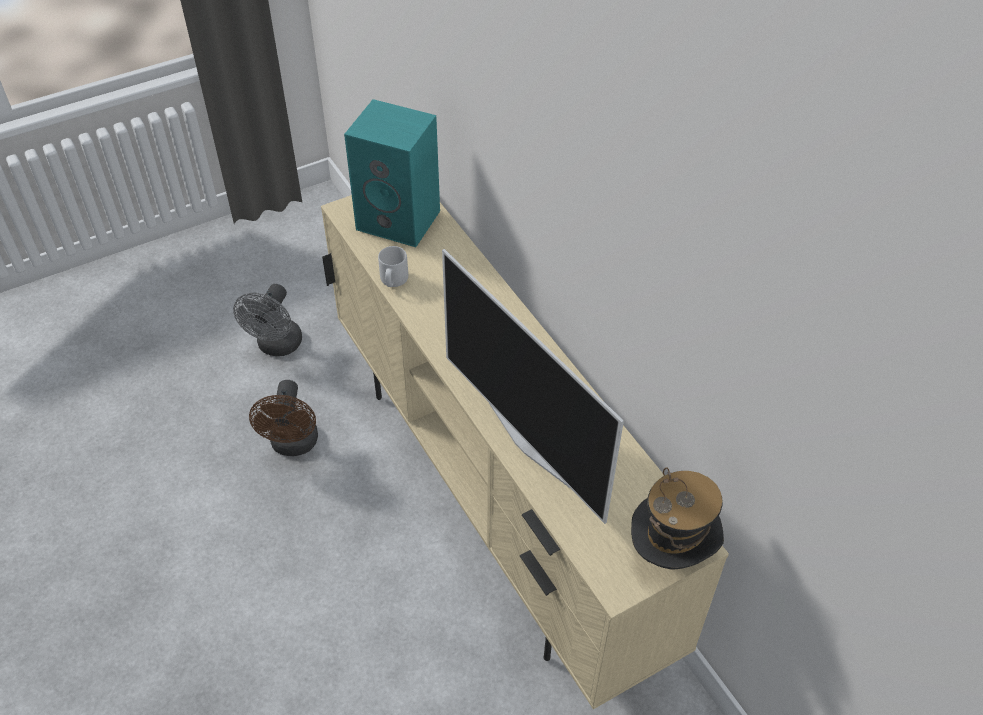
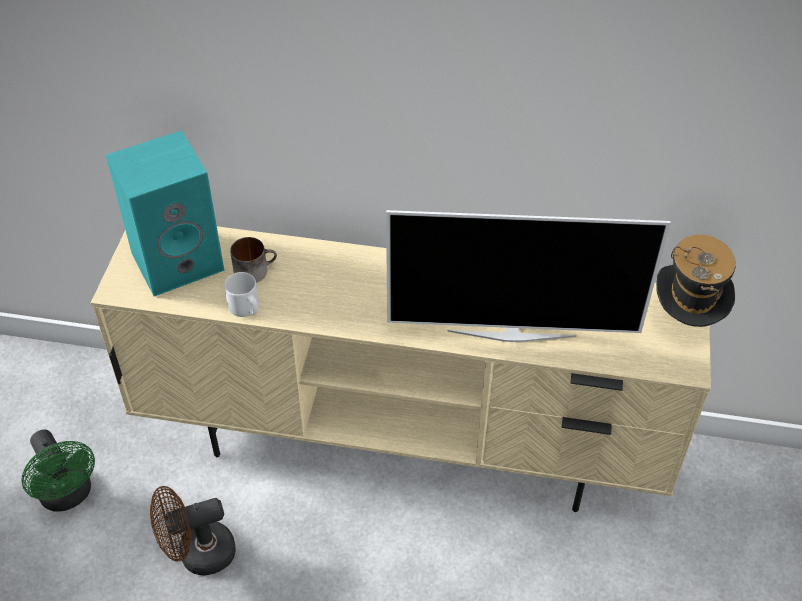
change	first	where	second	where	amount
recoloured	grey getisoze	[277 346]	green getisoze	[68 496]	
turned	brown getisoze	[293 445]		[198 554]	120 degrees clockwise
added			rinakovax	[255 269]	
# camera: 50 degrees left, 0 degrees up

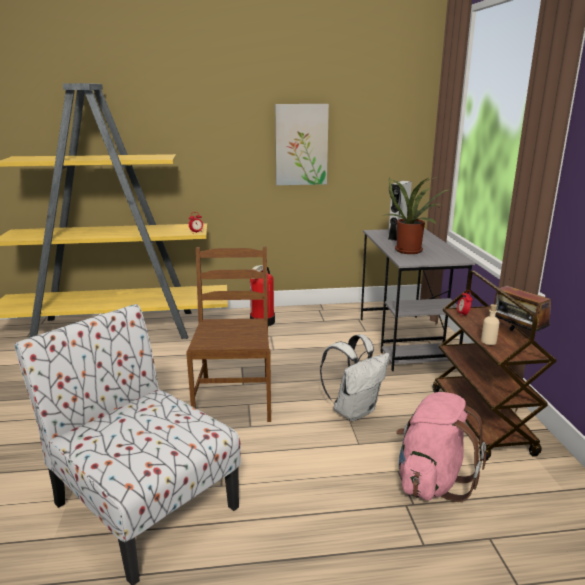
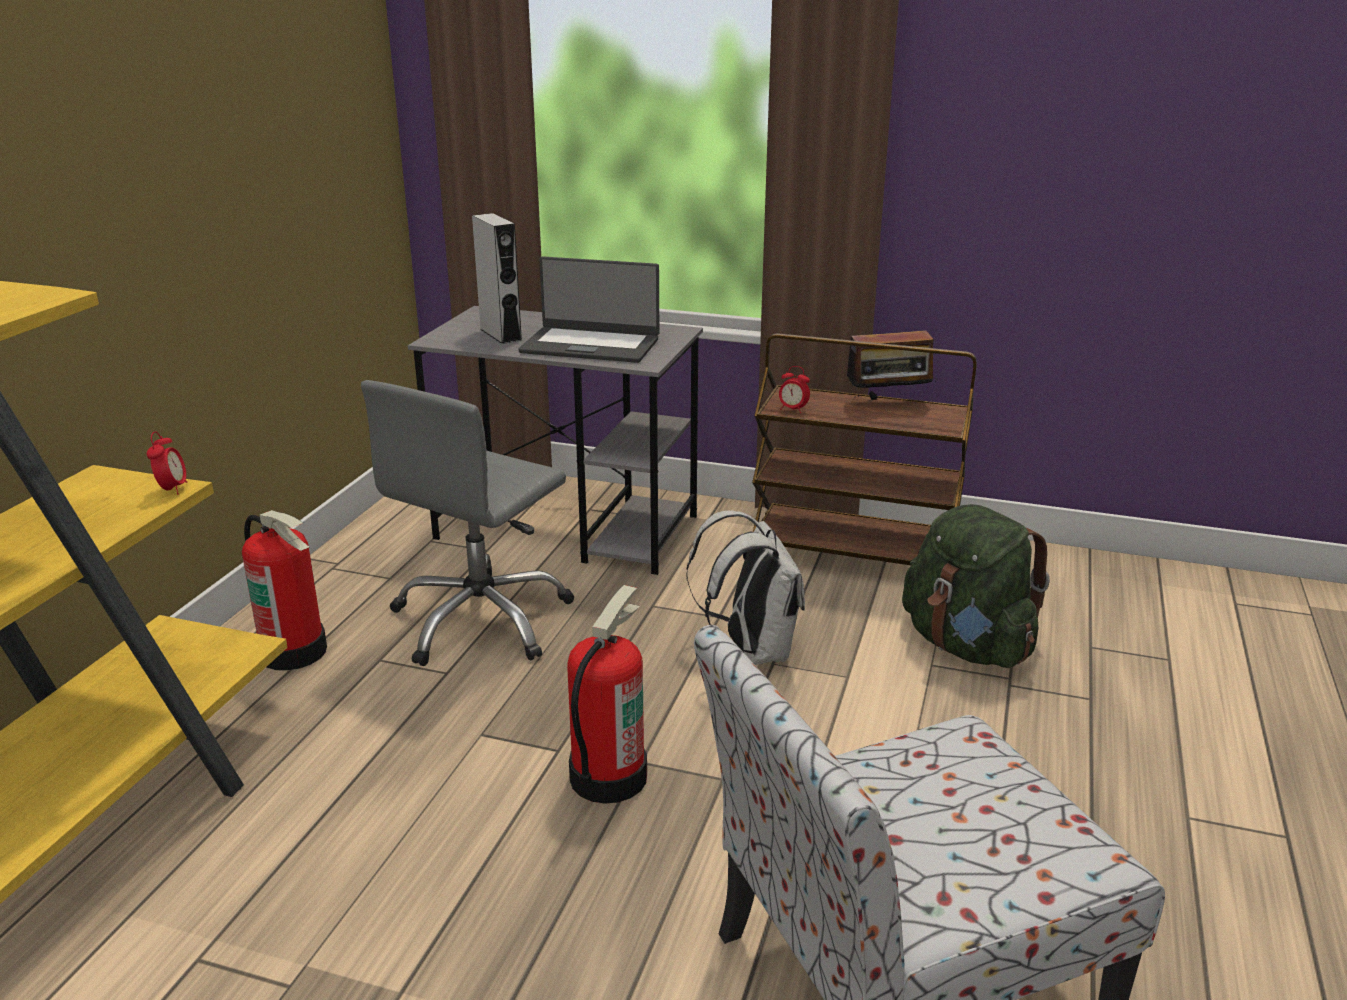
change	first	where	second	where	amount
removed	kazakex	[301 145]			
replaced	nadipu	[411 250]	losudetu	[590 345]	
replaced	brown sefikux	[234 399]	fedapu	[607 776]	
removed	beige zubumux	[488 341]			
recoloured	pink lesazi	[432 481]	green lesazi	[967 646]	
added			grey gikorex	[482 620]	
# camera: 65 degrees left, 5 degrees up

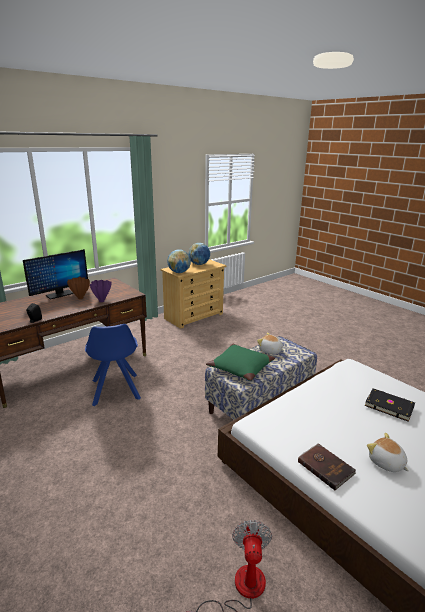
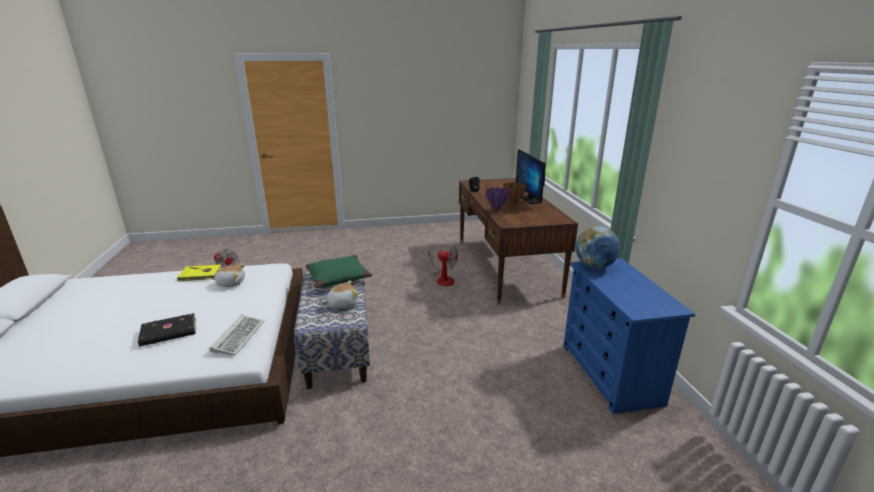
change	first	where	second	where	amount
removed	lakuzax	[199 264]			
recoloured	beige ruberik	[194 316]	blue ruberik	[610 374]	
replaced	blue sefikux	[115 390]	getisoze	[442 278]	
moved	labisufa	[386 463]		[231 283]	
recoloured	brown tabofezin	[326 467]	yellow tabofezin	[200 275]	
added			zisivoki	[238 336]	
# camera: 120 degrees right, 0 degrees up

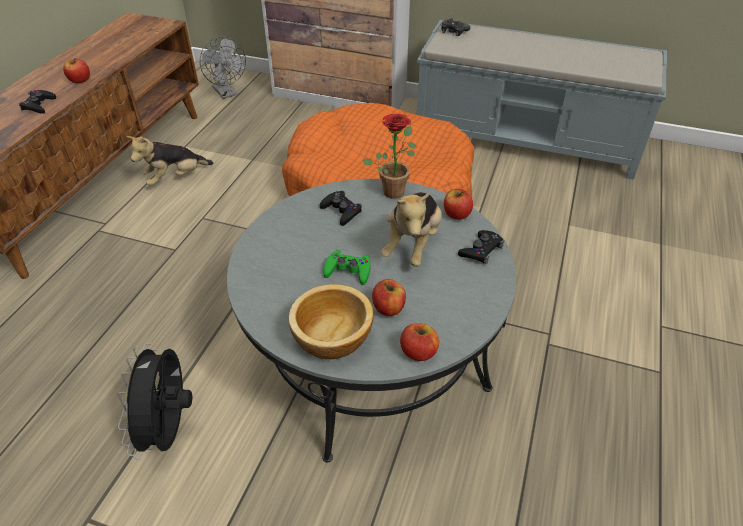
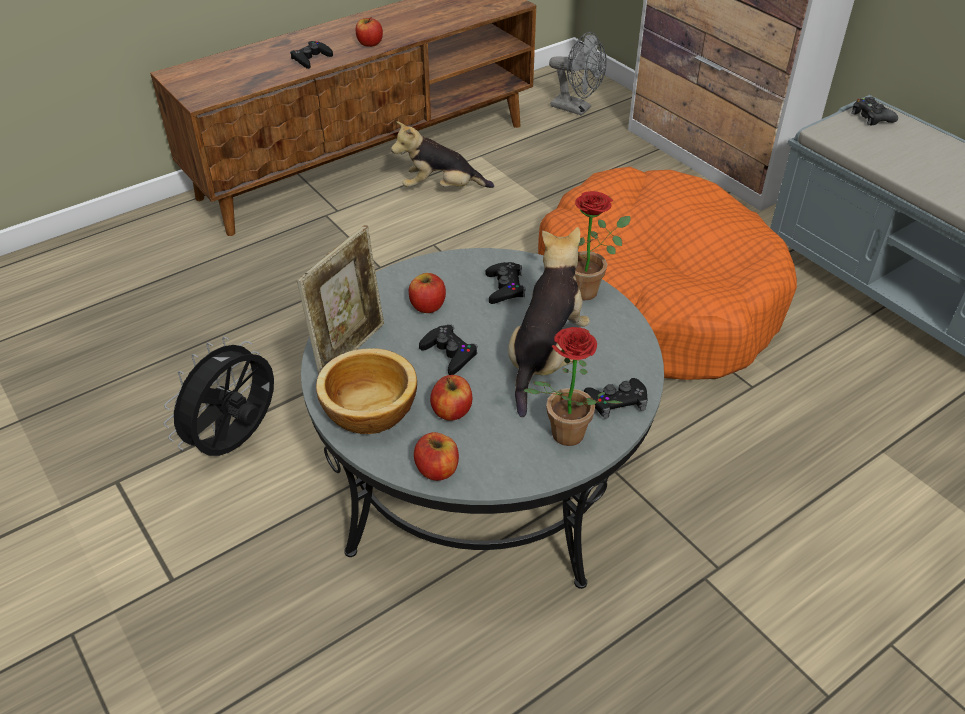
change	first	where	second	where	amount
turned	grey getisoze	[227 93]		[576 108]	60 degrees counterclockwise
moved	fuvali	[456 214]		[427 306]	
turned	labisufa	[413 244]		[545 358]	150 degrees clockwise
recoloured	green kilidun	[348 271]	black kilidun	[449 353]	
added			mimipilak	[350 349]	
added			nadipu	[563 438]	
# camera: 35 degrees right, 0 degrees up

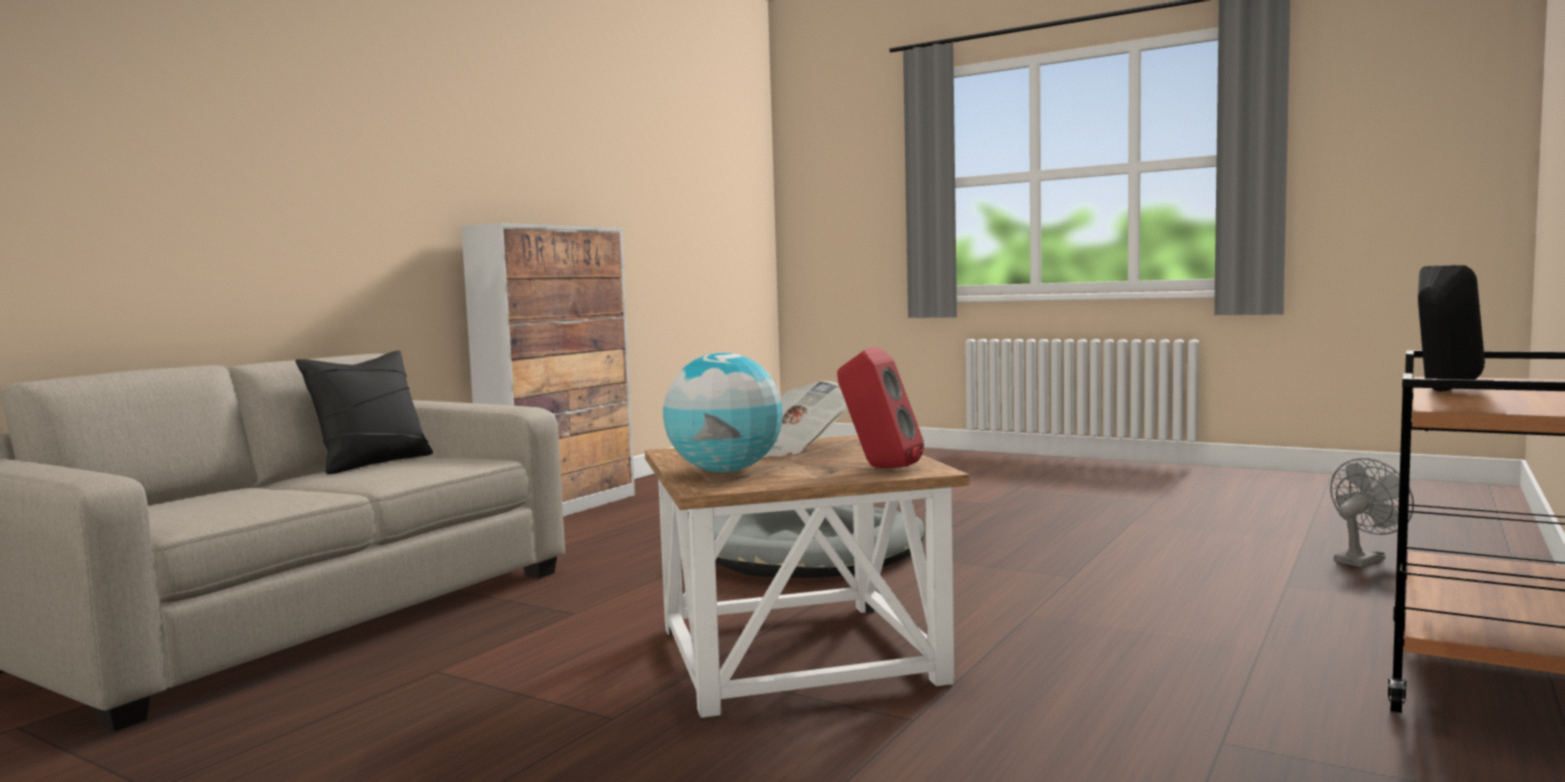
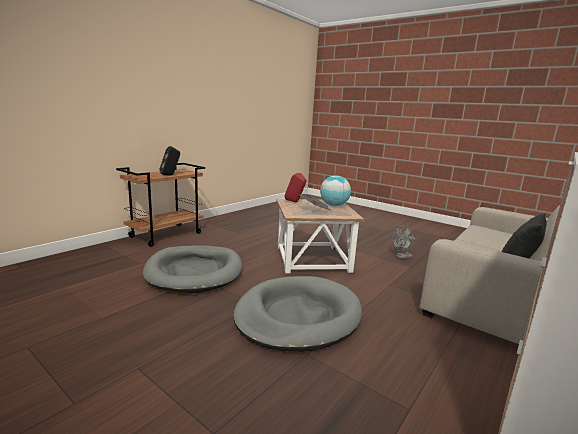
change	first	where	second	where	amount
moved	grey getisoze	[1362 559]		[401 257]	
added			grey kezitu	[195 271]	
# camera: 175 degrees left, 10 degrees up

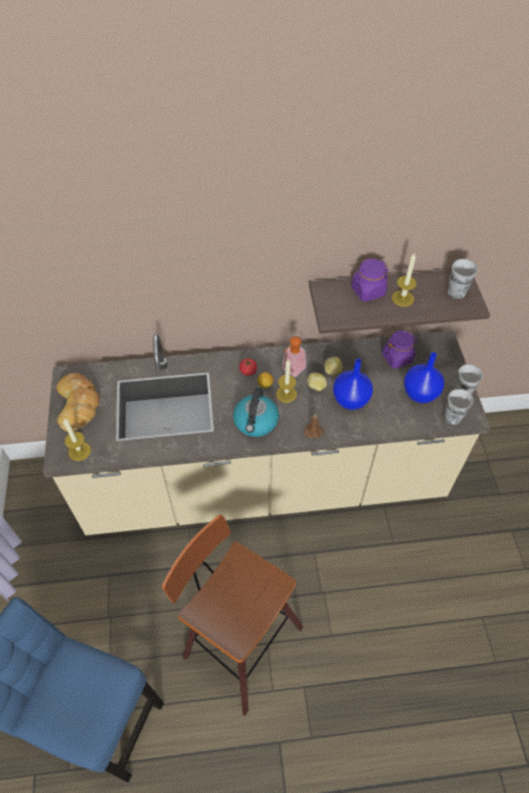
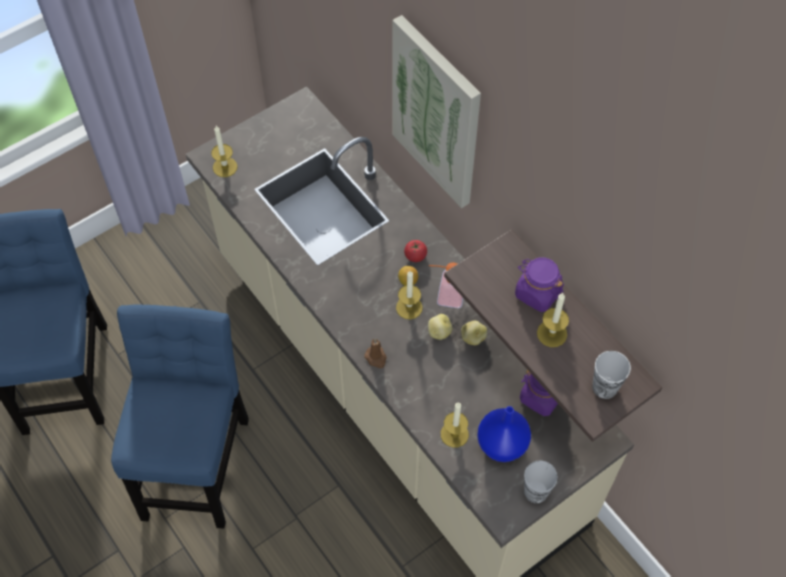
change	first	where	second	where	amount
removed	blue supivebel	[350 401]			
removed	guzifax	[78 404]			
removed	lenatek	[256 422]			
removed	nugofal	[452 417]			
replaced	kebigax	[238 643]	blue sefikux	[195 460]	
added			kazakex	[437 113]	
added			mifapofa	[454 434]	
# camera: 60 degrees right, 5 degrees up

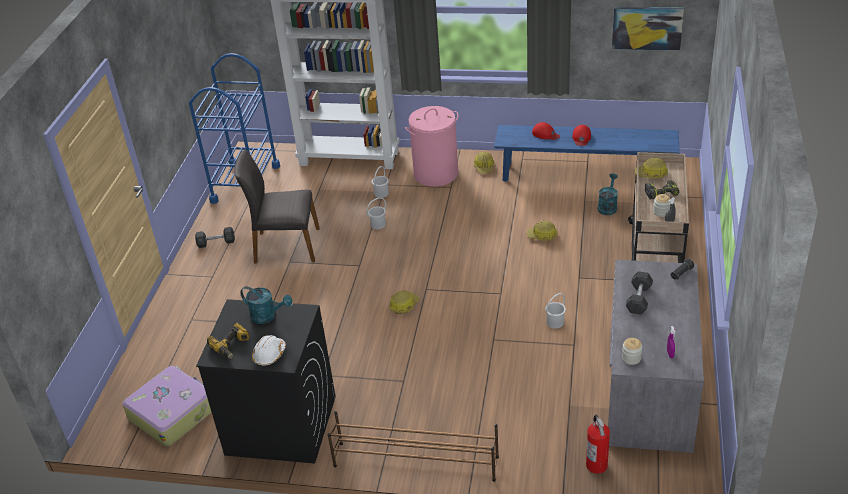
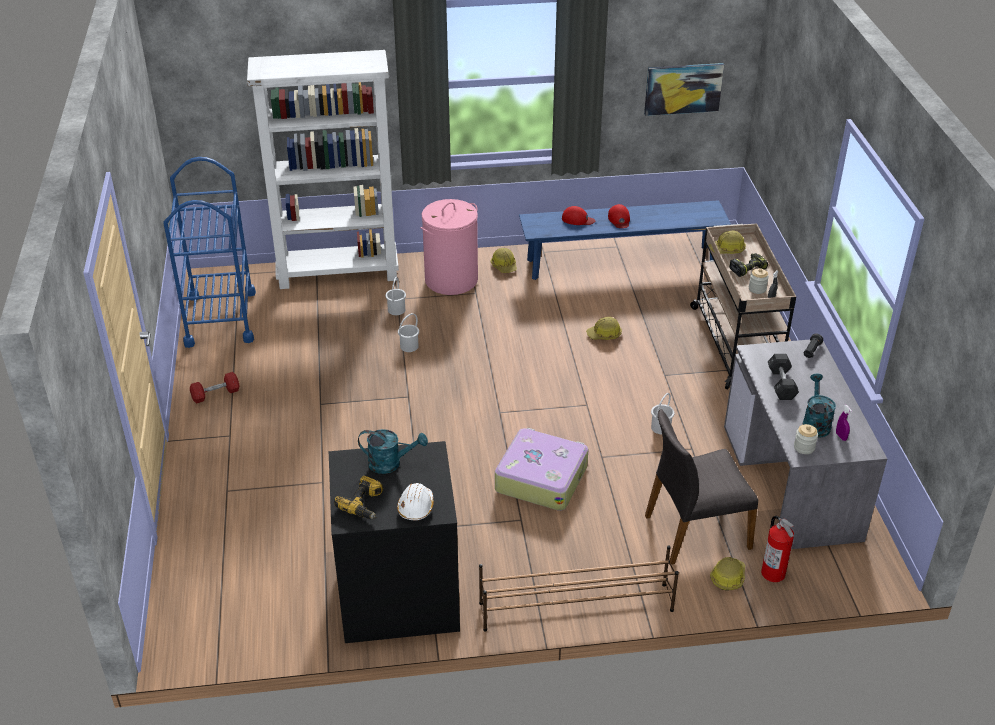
change	first	where	second	where	amount
moved	grey sefikux	[286 246]		[695 531]	
moved	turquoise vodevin	[607 206]		[815 423]	
recoloured	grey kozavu	[216 242]	red kozavu	[215 394]	
moved	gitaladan	[404 305]		[728 577]	
moved	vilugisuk	[173 412]		[541 478]	
# camera: 20 degrees left, 0 degrees up

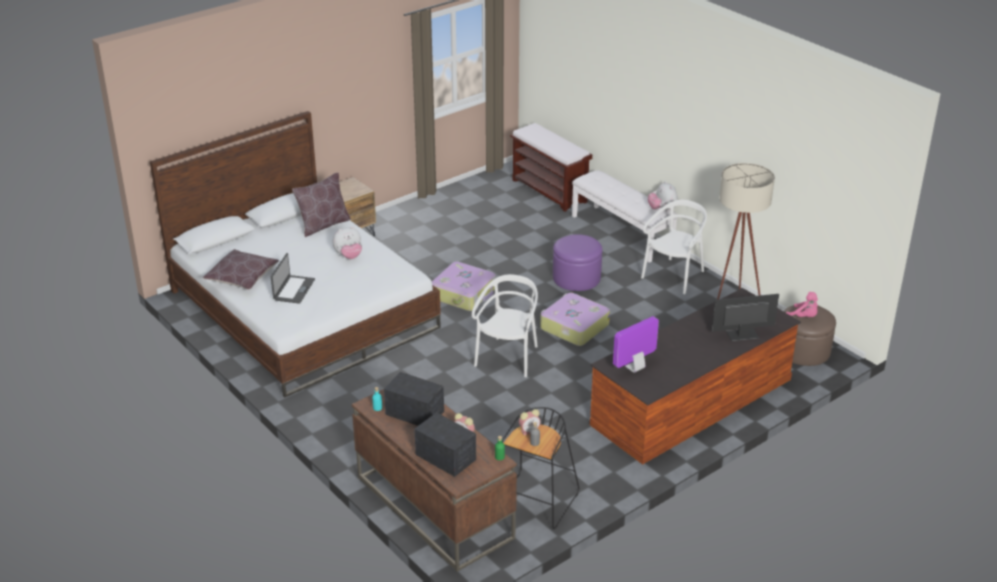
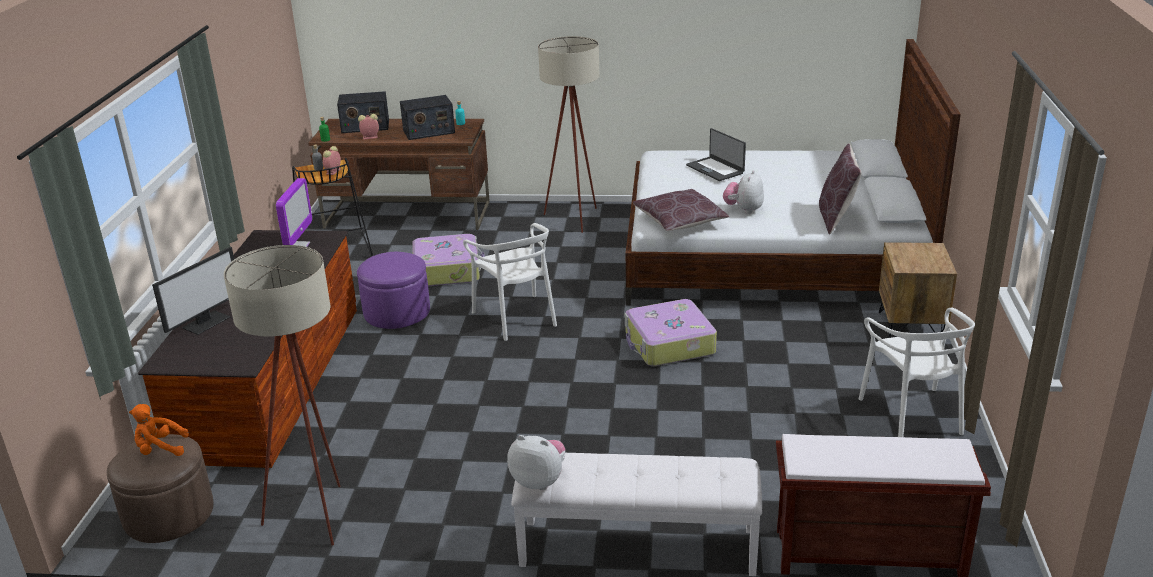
change	first	where	second	where	amount
moved	white sefikux	[674 276]		[912 415]	
moved	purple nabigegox	[576 278]		[397 312]	
moved	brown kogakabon	[242 277]		[680 221]	
recoloured	pink labisufa	[804 317]	orange labisufa	[160 449]	
moved	vilugisuk	[573 327]		[447 270]	
added			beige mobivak	[575 221]	
# camera: 135 degrees right, 5 degrees down

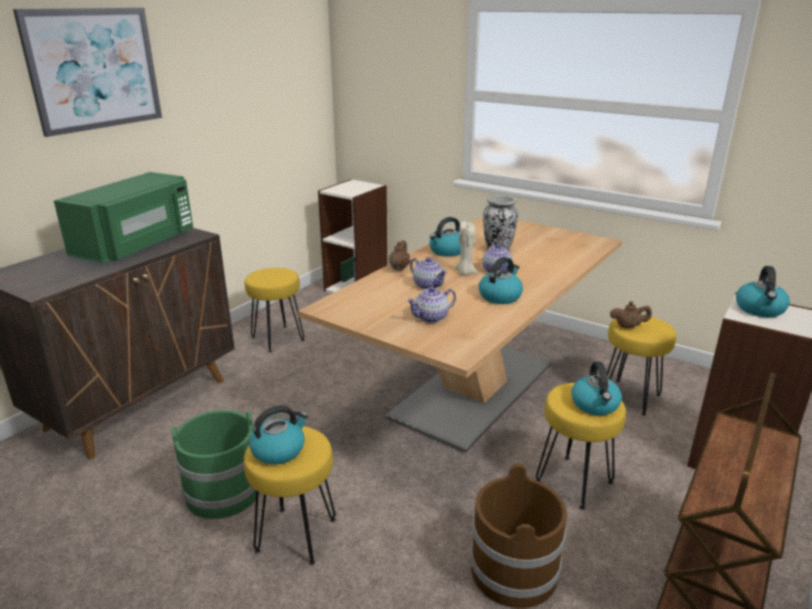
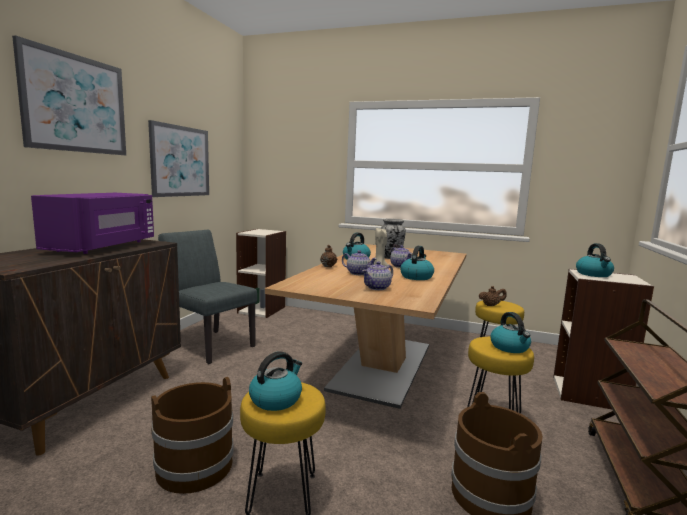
change	first	where	second	where	amount
recoloured	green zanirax	[138 245]	purple zanirax	[104 247]	
replaced	yellow kebigax	[278 338]	grey sefikux	[209 344]	
recoloured	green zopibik	[222 492]	brown zopibik	[194 467]	
added			kazakex	[180 161]	
# camera: 15 degrees left, 15 degrees down

